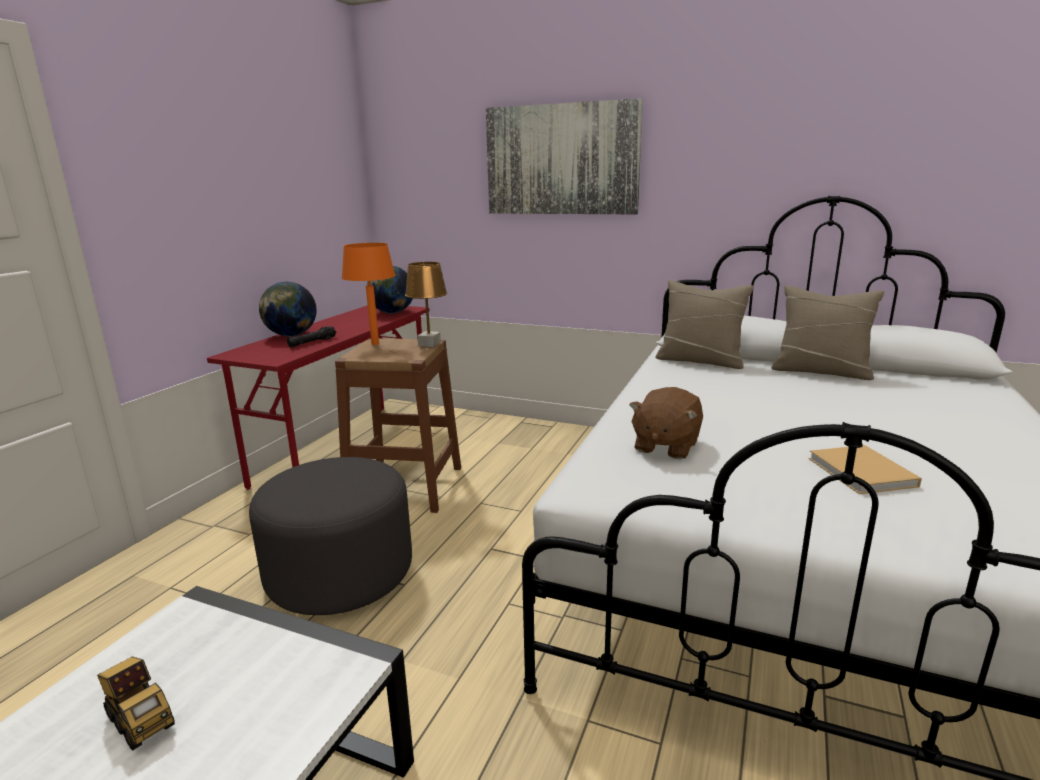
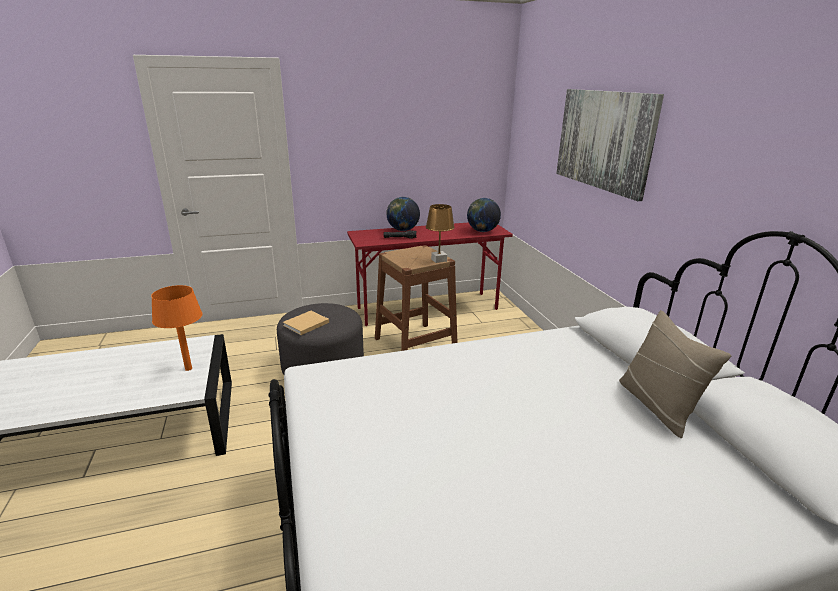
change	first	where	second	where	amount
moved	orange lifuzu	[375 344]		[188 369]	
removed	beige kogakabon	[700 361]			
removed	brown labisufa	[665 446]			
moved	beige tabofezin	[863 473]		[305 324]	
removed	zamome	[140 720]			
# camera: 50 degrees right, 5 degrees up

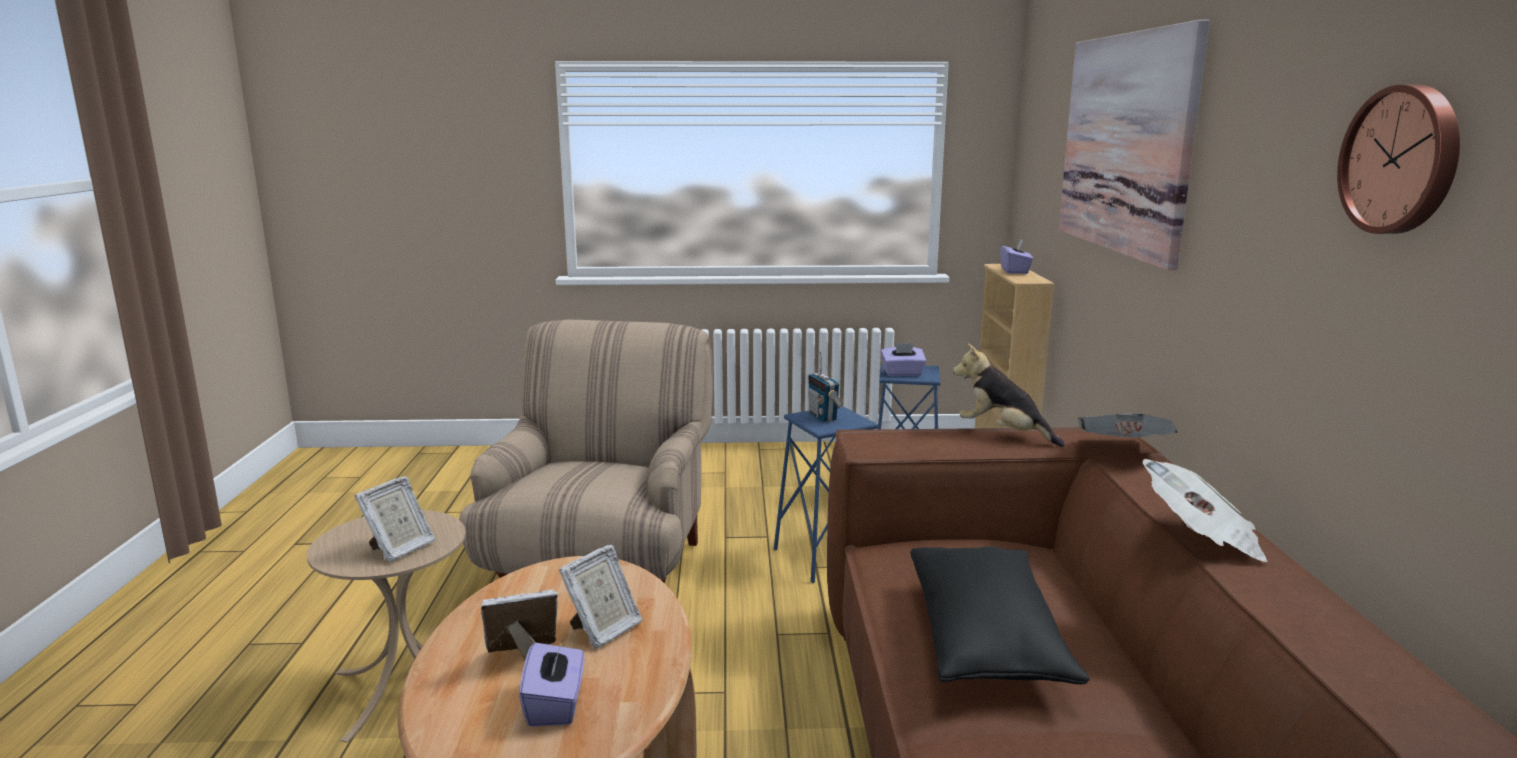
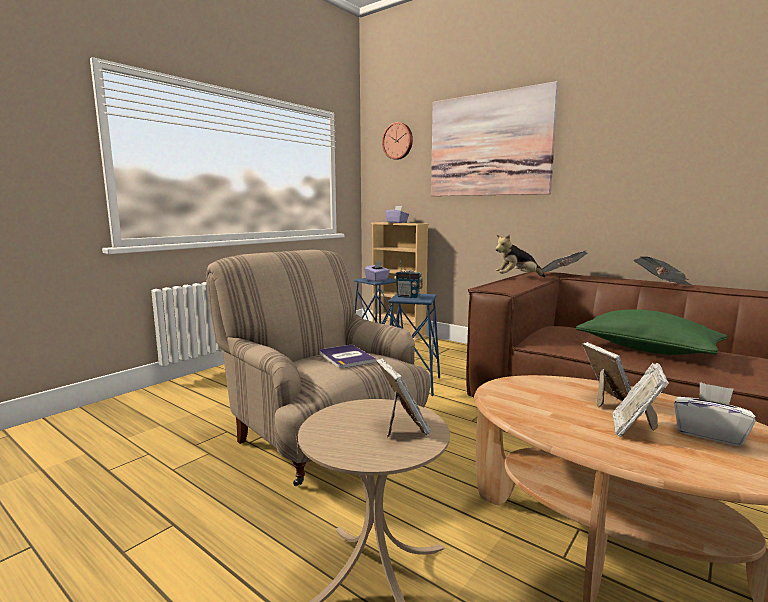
change	first	where	second	where	amount
moved	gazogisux	[1402 160]		[398 141]	
recoloured	black kogakabon	[985 640]	green kogakabon	[646 349]	
recoloured	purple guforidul	[555 705]	white guforidul	[709 433]	
added			tabofezin	[346 357]	
# camera: 50 degrees left, 5 degrees down

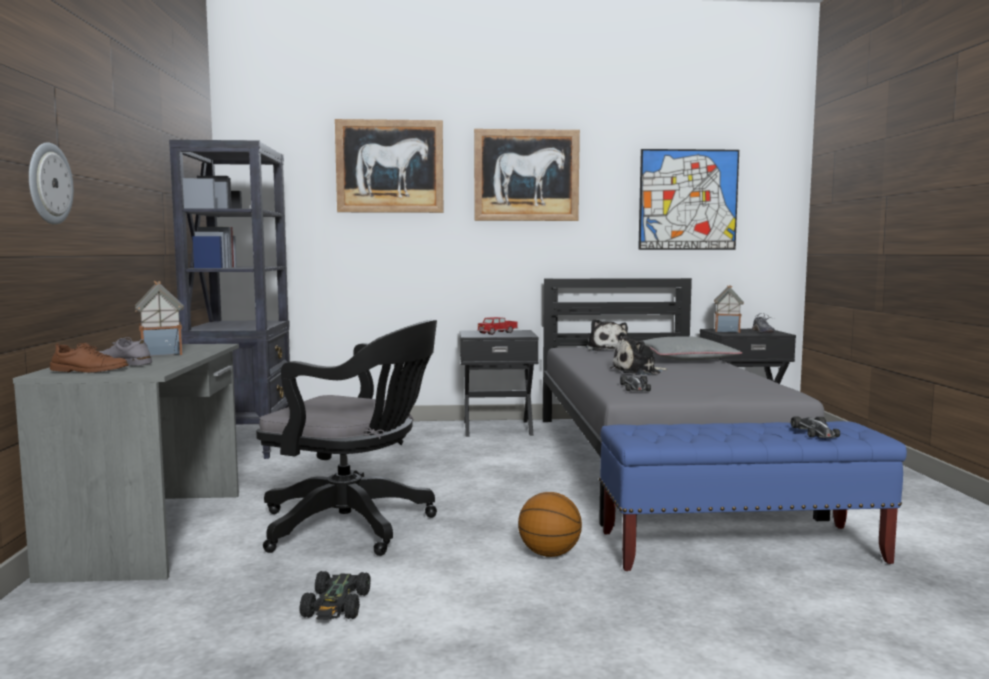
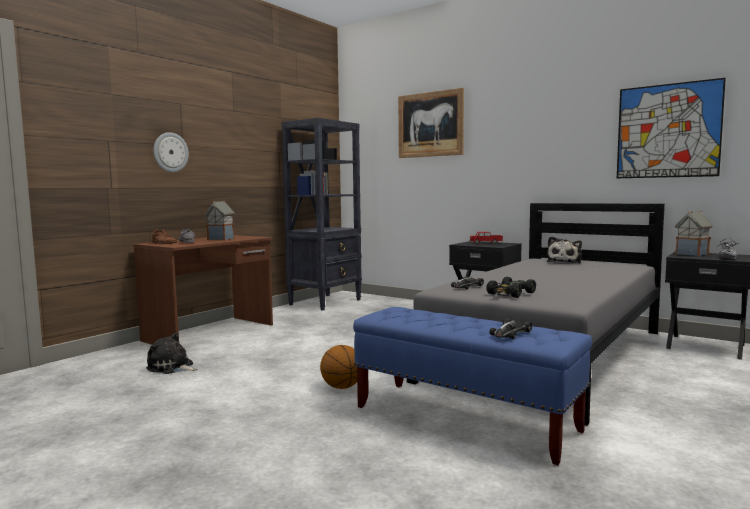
change	first	where	second	where	amount
removed	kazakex	[526 175]			
removed	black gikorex	[354 526]			
moved	labisufa	[638 371]		[172 367]	
removed	grey kogakabon	[685 358]			
recoloured	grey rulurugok	[153 532]	brown rulurugok	[211 332]	
moved	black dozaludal	[336 605]		[511 293]	
# camera: 40 degrees right, 0 degrees up

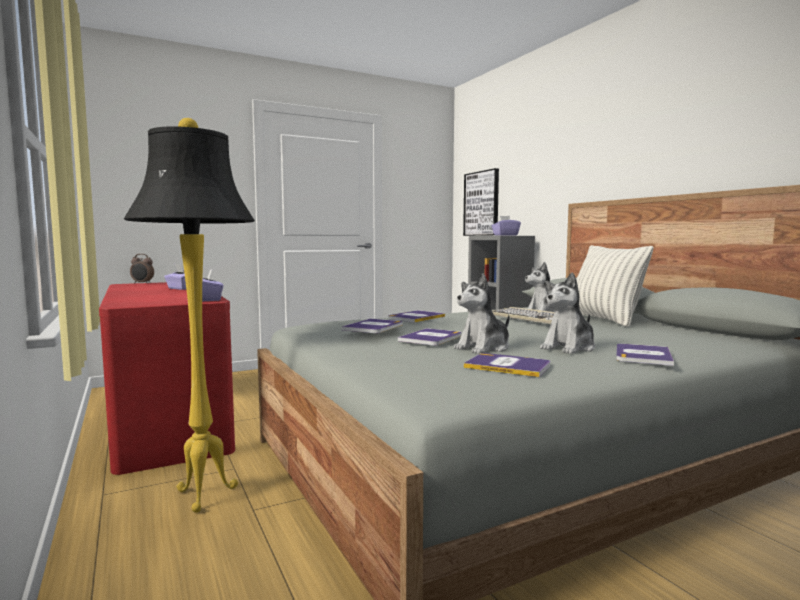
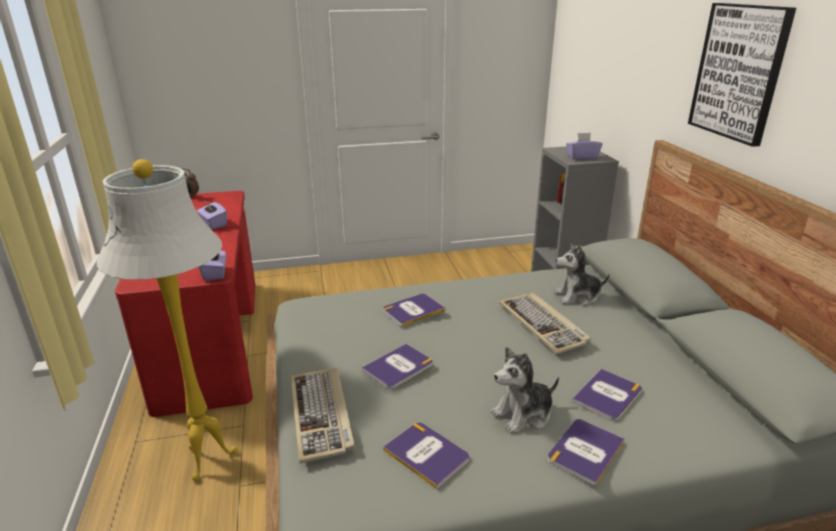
change	first	where	second	where	amount
recoloured	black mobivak	[205 498]	white mobivak	[208 462]	
moved	kazakex	[482 203]		[739 72]	
removed	kogakabon	[605 320]			
removed	labisufa	[484 348]			
moved	tabofezin	[373 327]		[607 395]	
added			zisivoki	[322 415]	
# camera: 15 degrees right, 20 degrees up

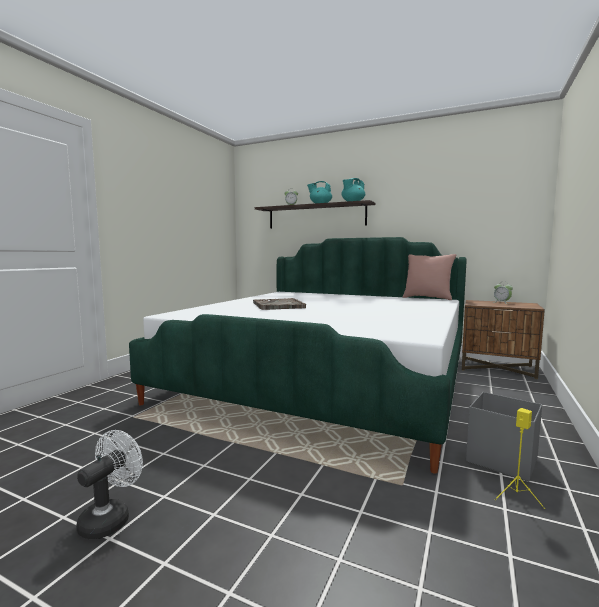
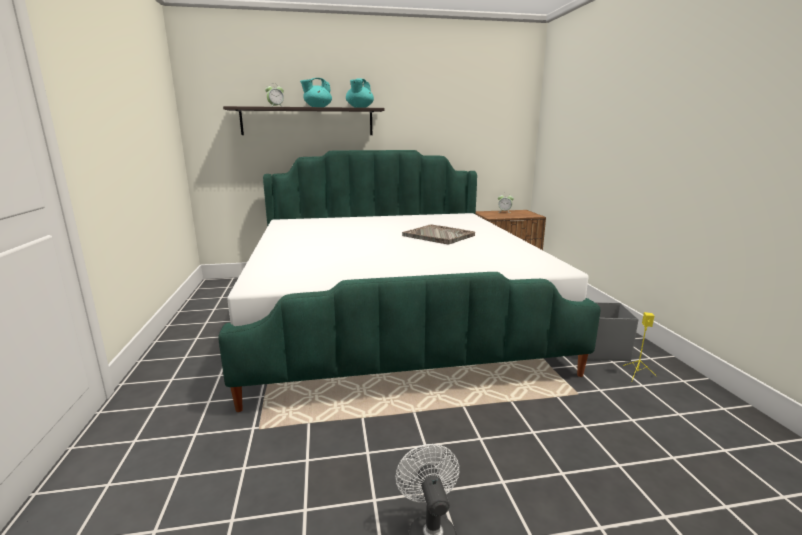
change	first	where	second	where	amount
removed	pink kogakabon	[427 298]			
moved	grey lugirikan	[278 305]		[439 236]	
# camera: 35 degrees left, 10 degrees up

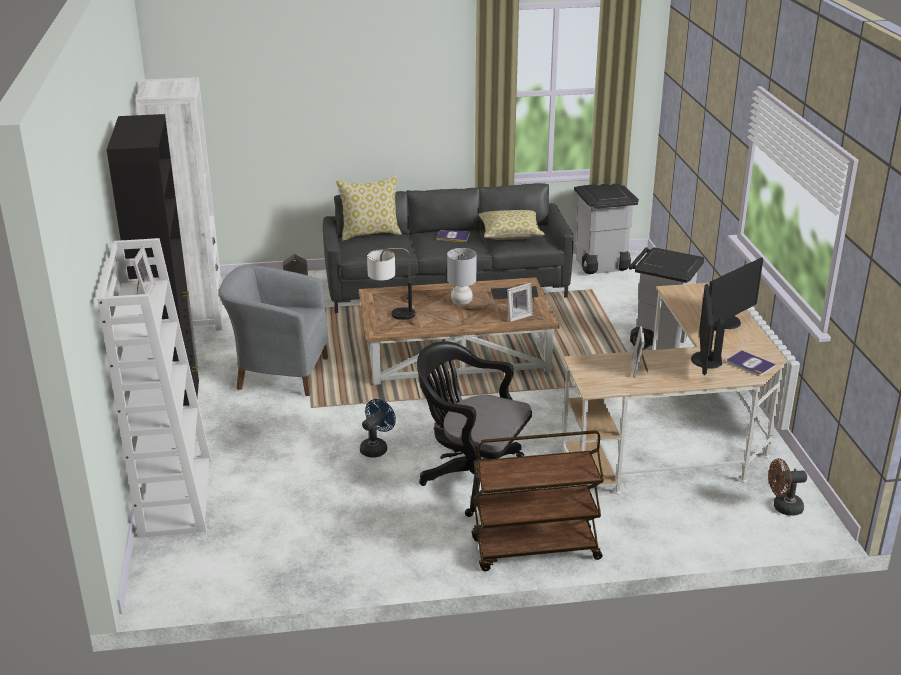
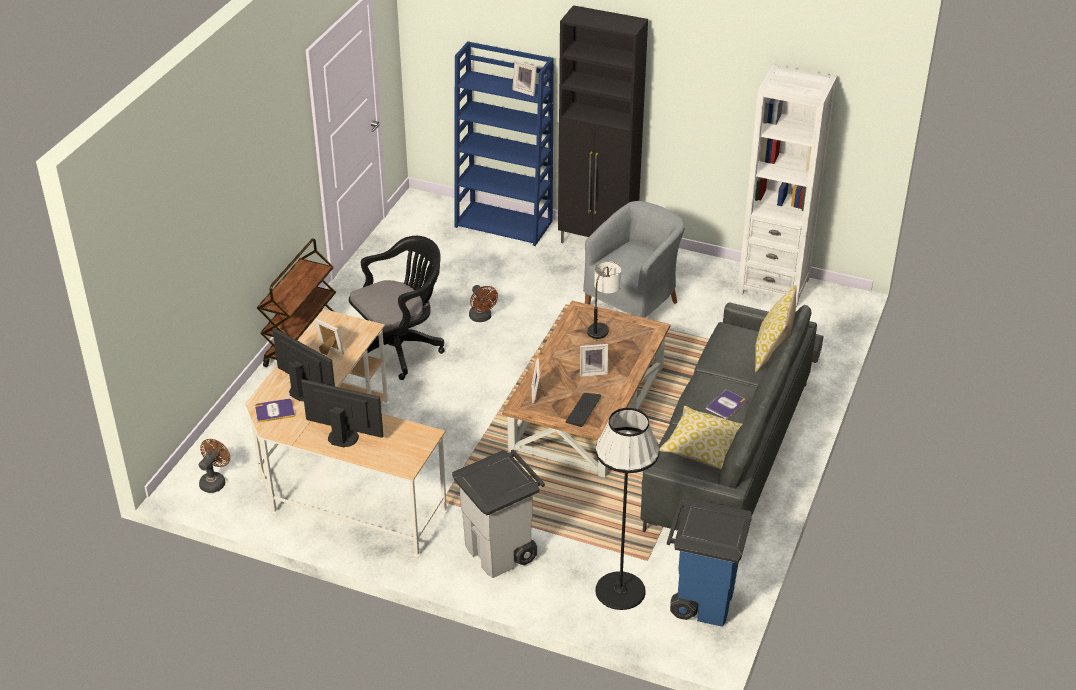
change	first	where	second	where	amount
recoloured	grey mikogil	[601 266]	blue mikogil	[702 600]	
recoloured	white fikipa	[175 496]	blue fikipa	[504 224]	
replaced	grey lifuzu	[461 302]	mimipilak	[593 371]	
turned	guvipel	[727 322]		[344 436]	120 degrees clockwise
recoloured	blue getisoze	[376 448]	brown getisoze	[482 318]	
added			black mobivak	[620 590]	
# camera: 120 degrees right, 10 degrees up

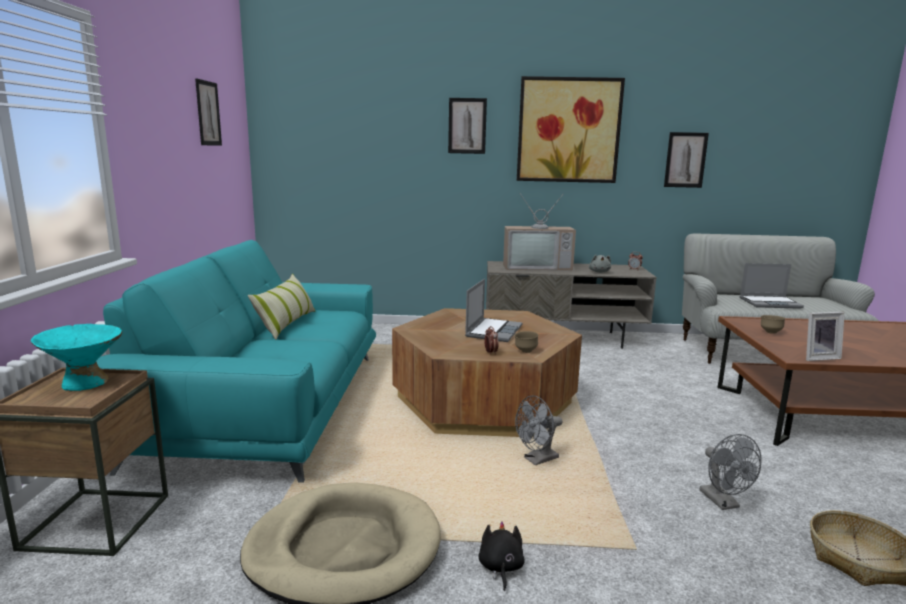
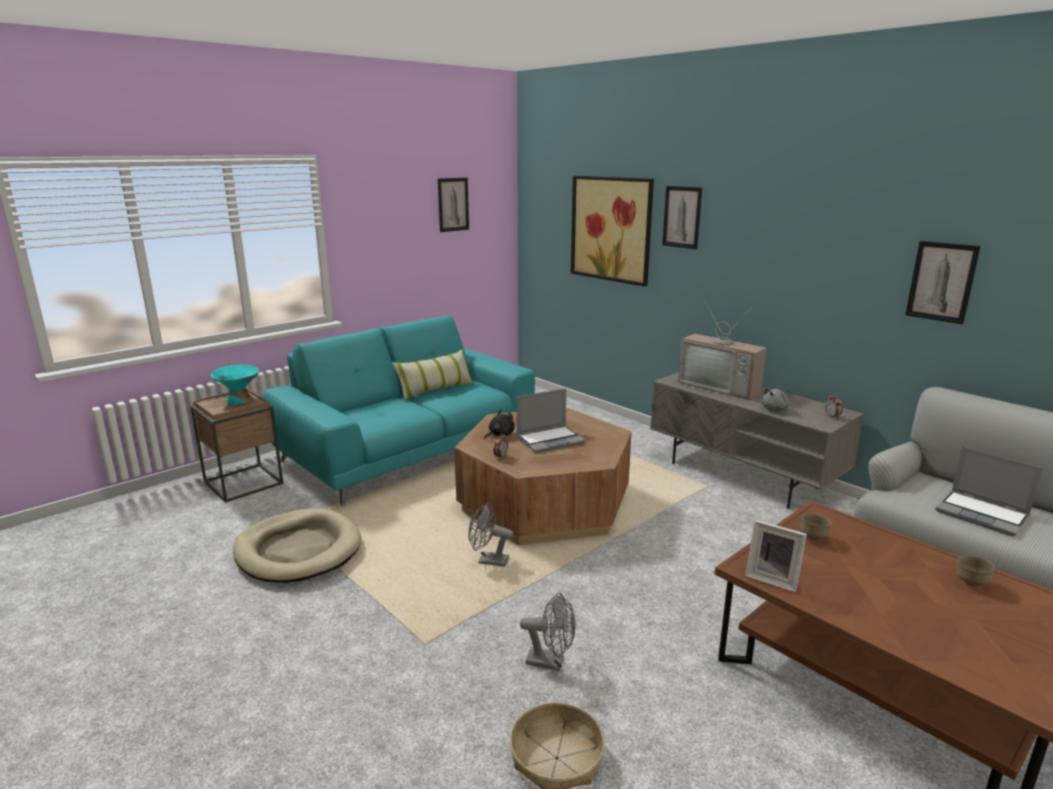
change	first	where	second	where	amount
moved	kazakex	[568 130]		[611 229]	
moved	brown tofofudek	[525 351]		[971 583]	
turned	grey getisoze	[723 503]		[551 662]	105 degrees counterclockwise
moved	black labisufa	[500 568]		[499 435]	
# camera: 45 degrees right, 5 degrees up

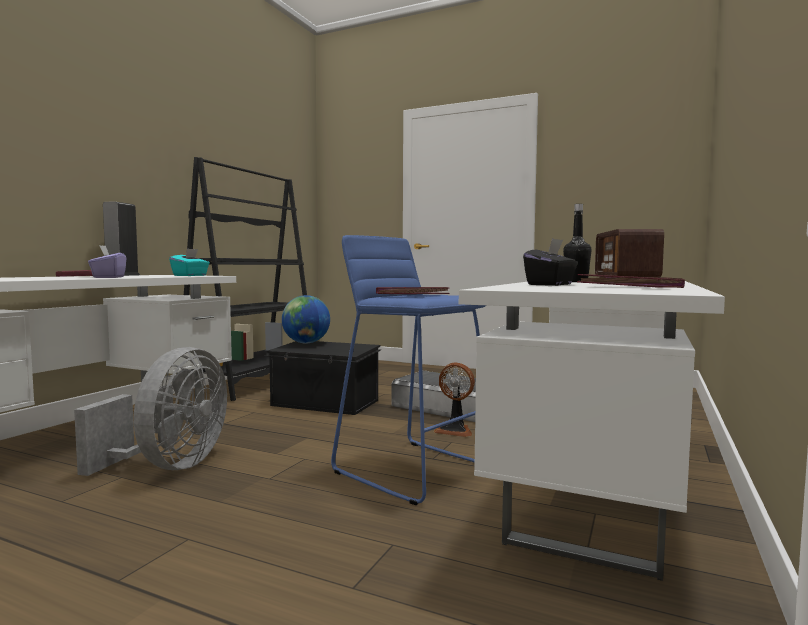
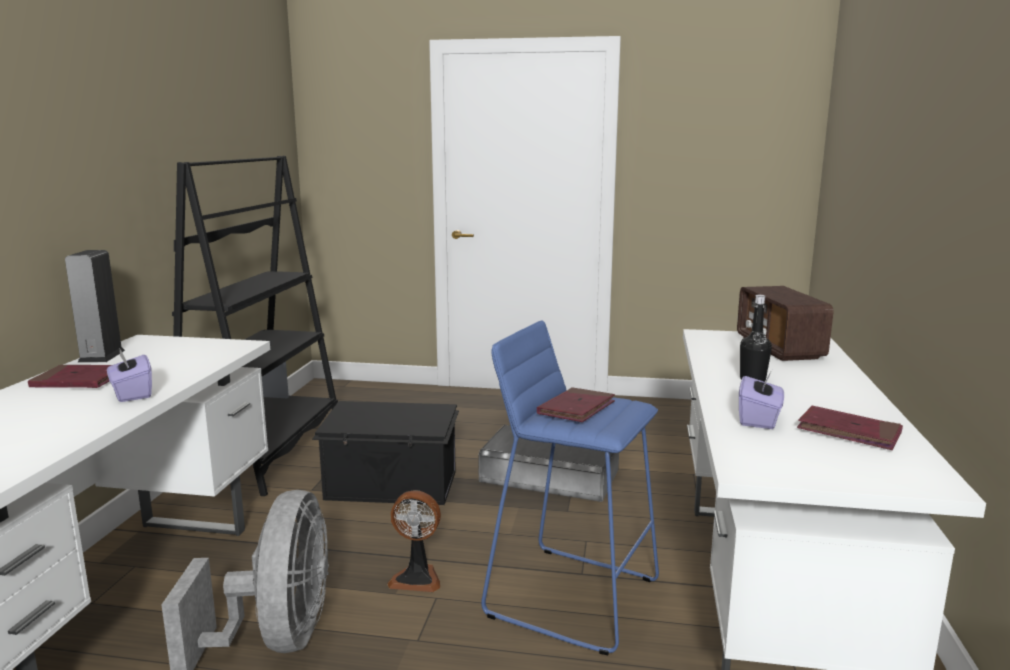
change	first	where	second	where	amount
recoloured	black guforidul	[550 284]	purple guforidul	[759 419]	
removed	turquoise guforidul	[190 275]			
removed	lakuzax	[306 343]			
moved	getisoze	[455 430]		[417 578]	
# camera: 15 degrees left, 10 degrees up

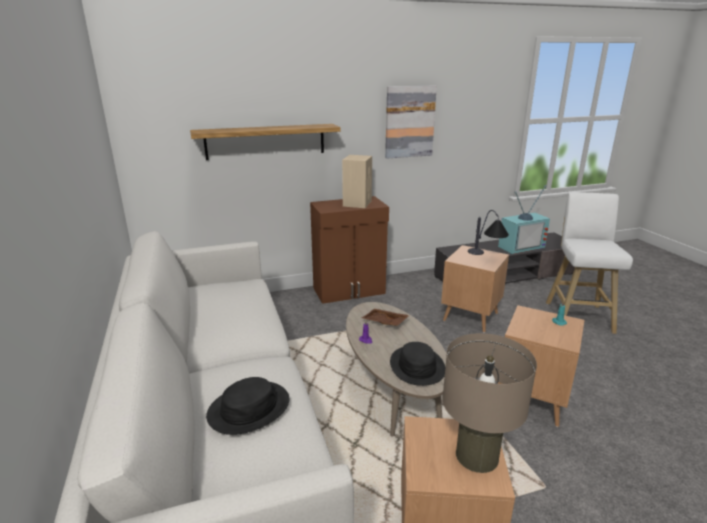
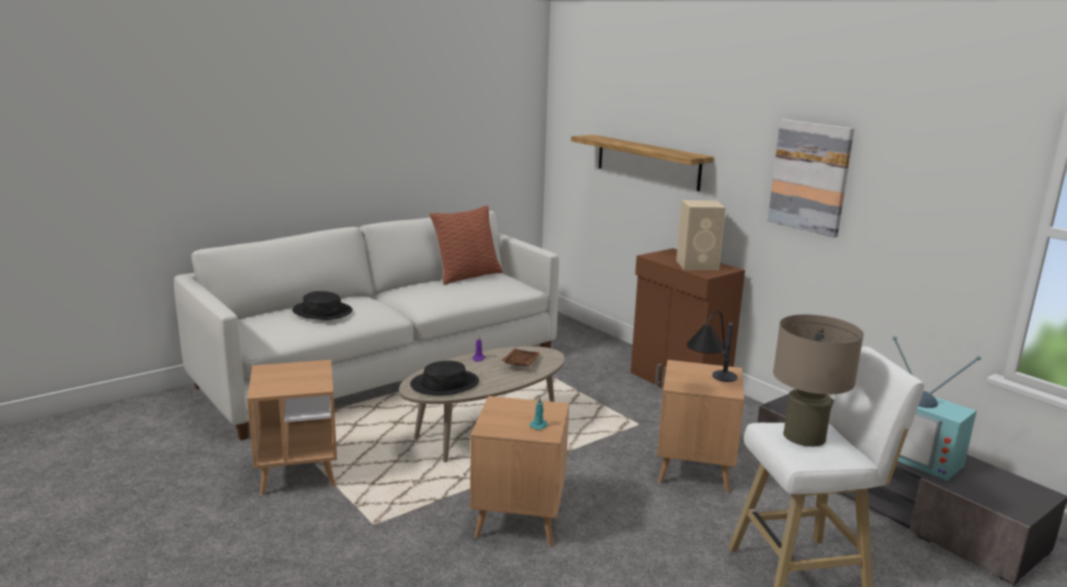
change	first	where	second	where	amount
moved	beige lifuzu	[477 455]		[804 436]	
added			kogakabon	[466 276]	
# camera: 70 degrees right, 5 degrees down

